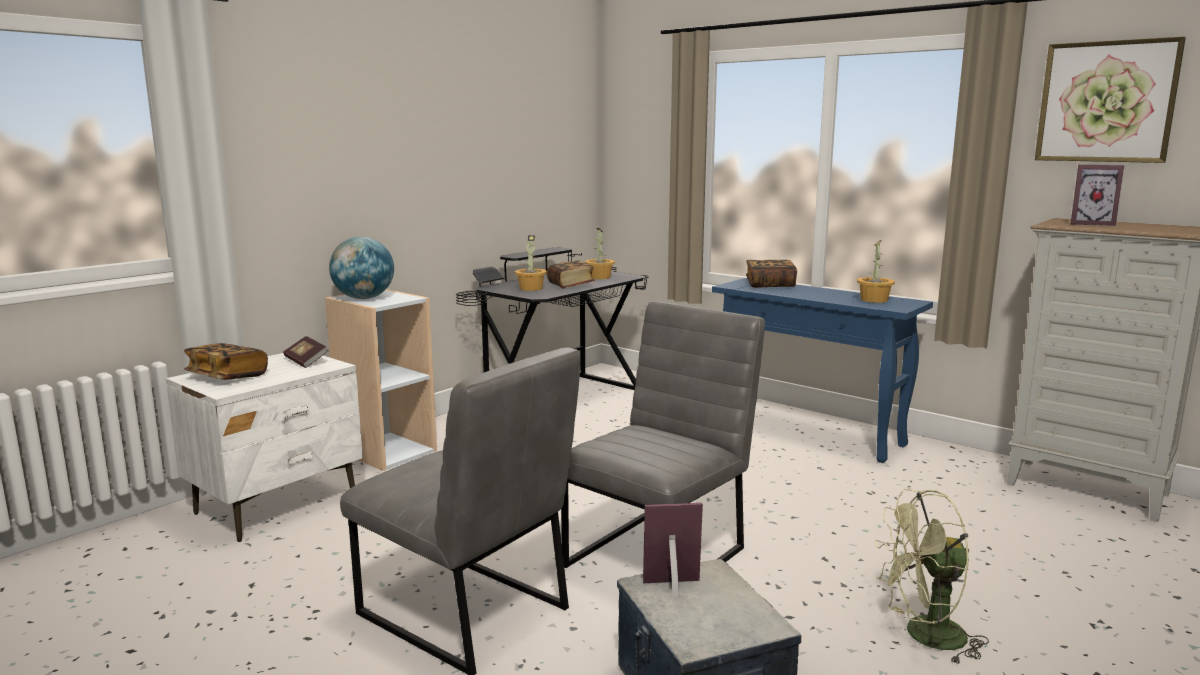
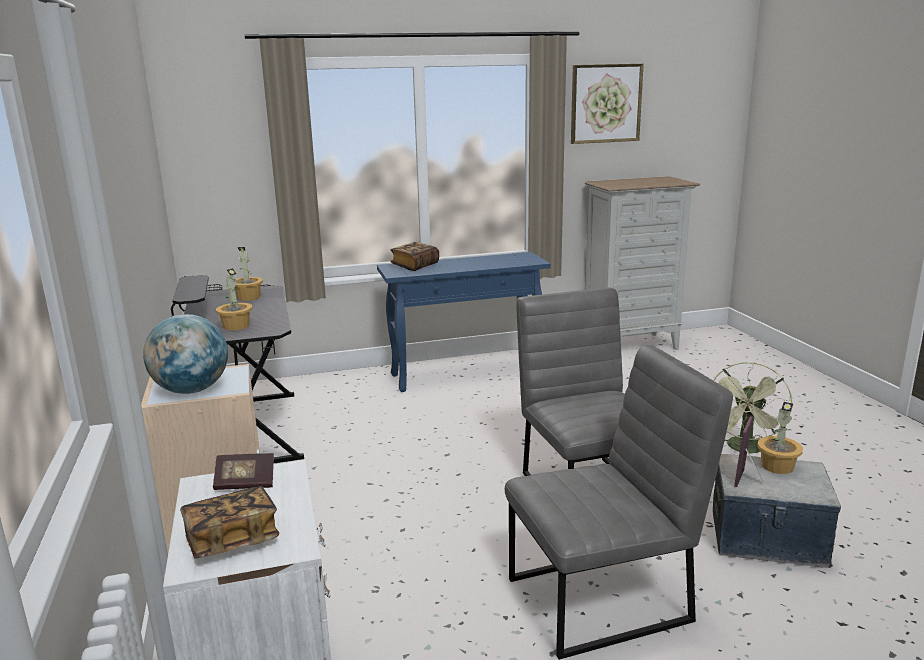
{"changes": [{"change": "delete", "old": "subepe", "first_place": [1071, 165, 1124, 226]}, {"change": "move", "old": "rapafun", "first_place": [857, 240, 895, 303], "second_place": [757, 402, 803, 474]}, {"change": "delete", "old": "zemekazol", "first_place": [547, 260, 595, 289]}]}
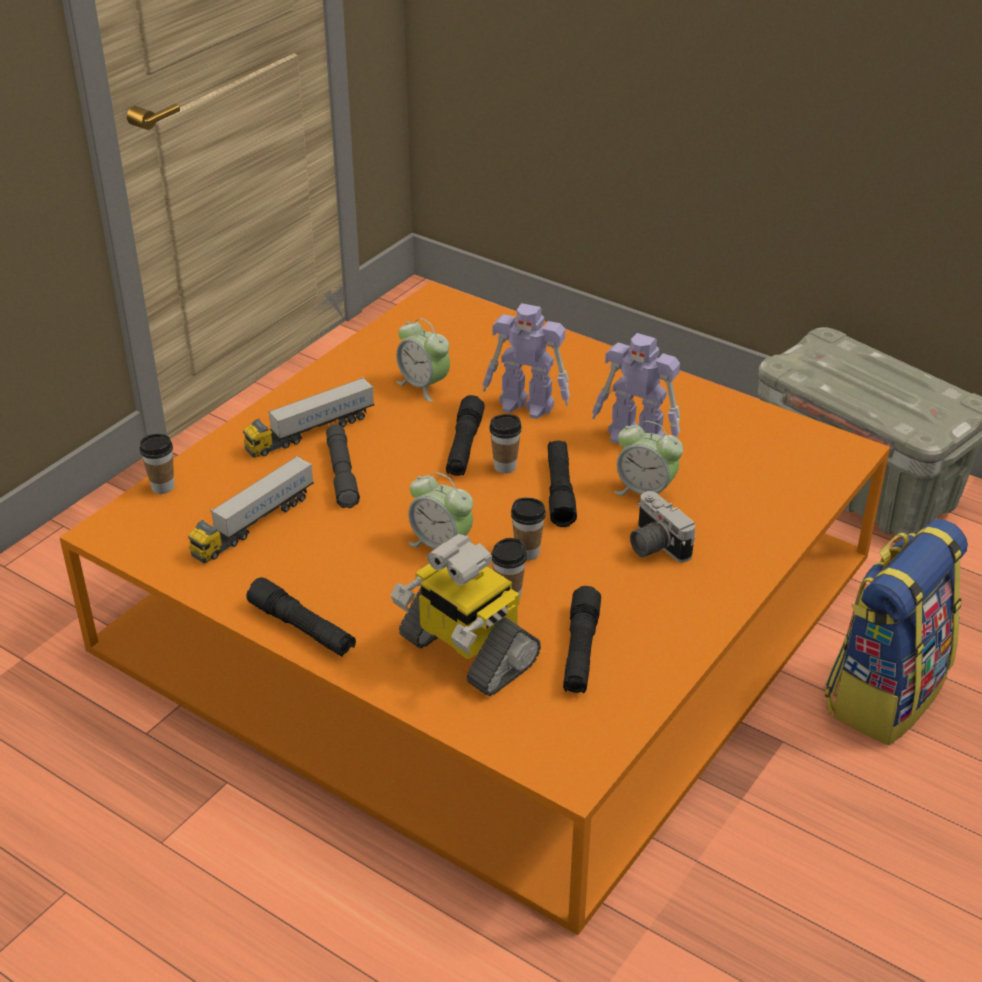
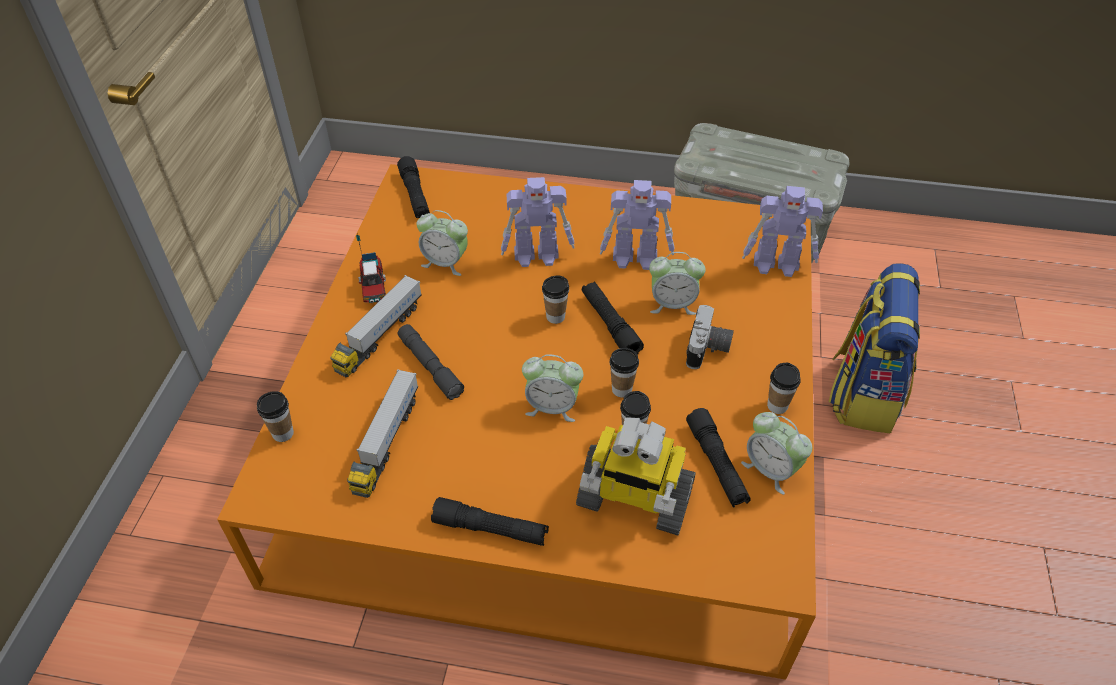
{"changes": [{"change": "move", "old": "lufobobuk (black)", "first_place": [446, 395, 485, 476], "second_place": [397, 156, 430, 219]}, {"change": "rotate", "old": "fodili", "first_place": [630, 491, 696, 563], "second_place": [686, 305, 734, 369], "degrees": -105}, {"change": "insert", "new": "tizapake", "second_place": [742, 186, 823, 277]}, {"change": "insert", "new": "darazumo", "second_place": [356, 233, 386, 303]}, {"change": "insert", "new": "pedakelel", "second_place": [767, 363, 801, 414]}, {"change": "insert", "new": "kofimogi", "second_place": [741, 412, 812, 495]}]}
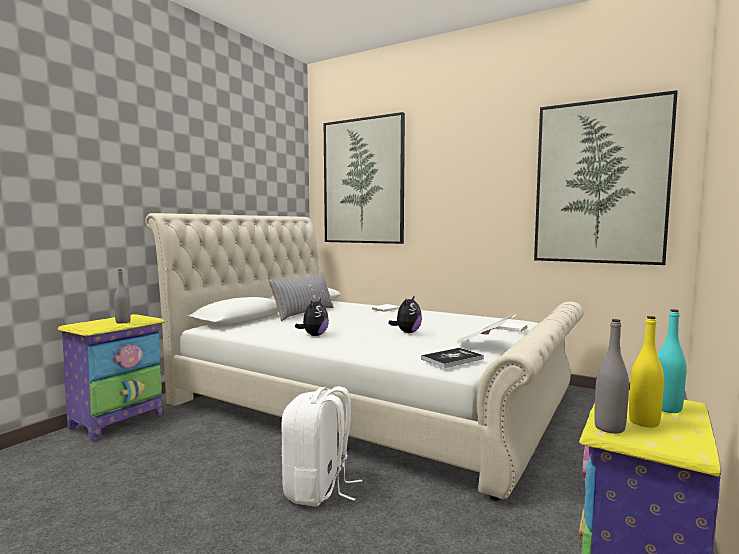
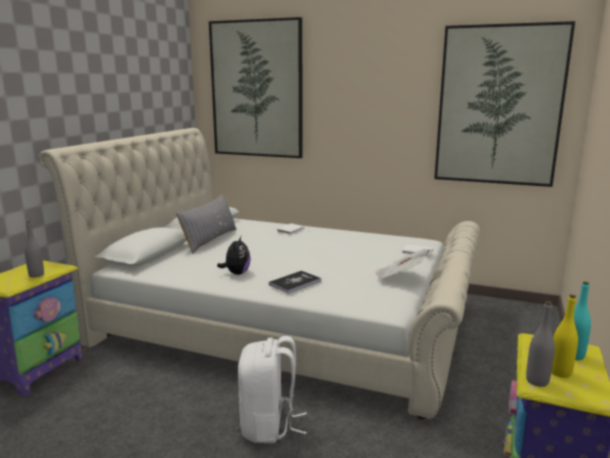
{"changes": [{"change": "delete", "old": "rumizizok", "first_place": [389, 295, 422, 333]}, {"change": "move", "old": "zemekazol", "first_place": [421, 348, 484, 368], "second_place": [269, 271, 321, 294]}]}
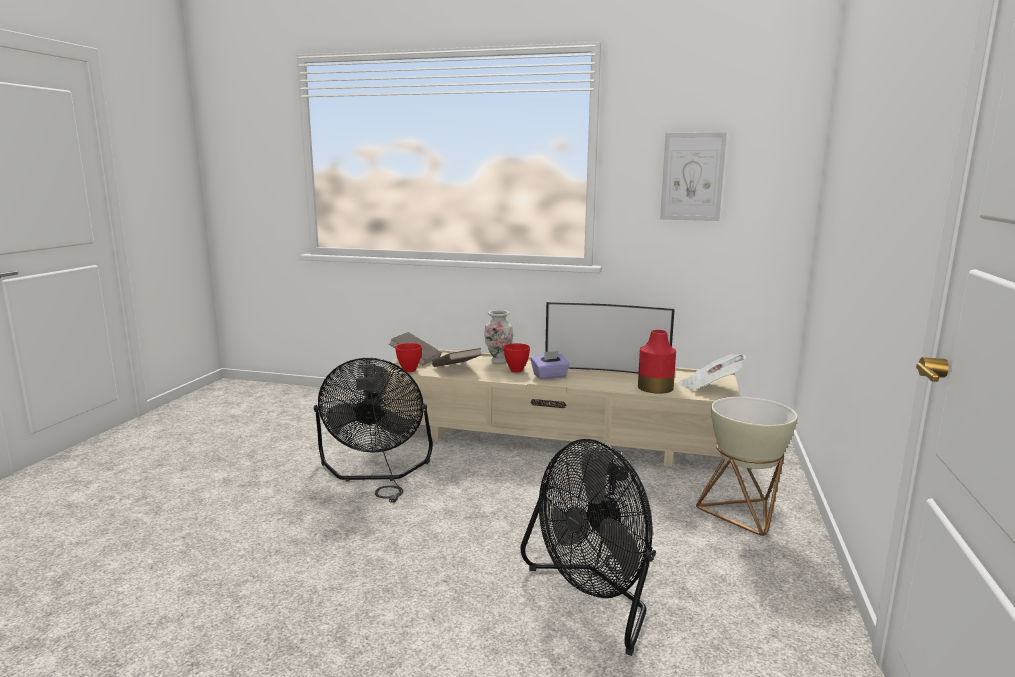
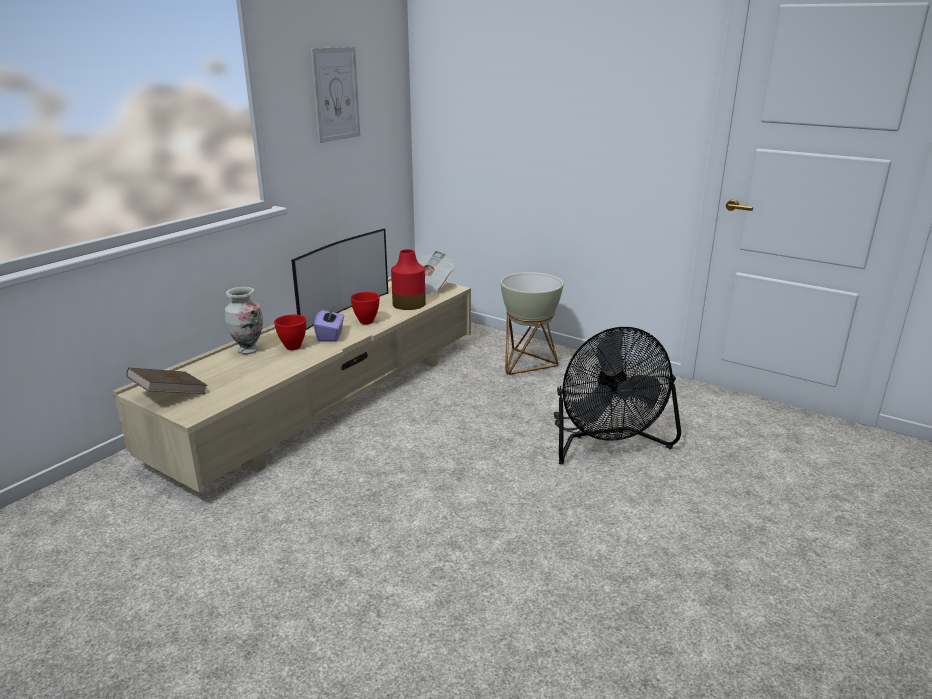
{"changes": [{"change": "move", "old": "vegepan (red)", "first_place": [395, 343, 422, 372], "second_place": [350, 292, 380, 325]}, {"change": "delete", "old": "zemekazol (brown)", "first_place": [432, 348, 482, 367]}, {"change": "delete", "old": "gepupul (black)", "first_place": [314, 358, 433, 503]}]}
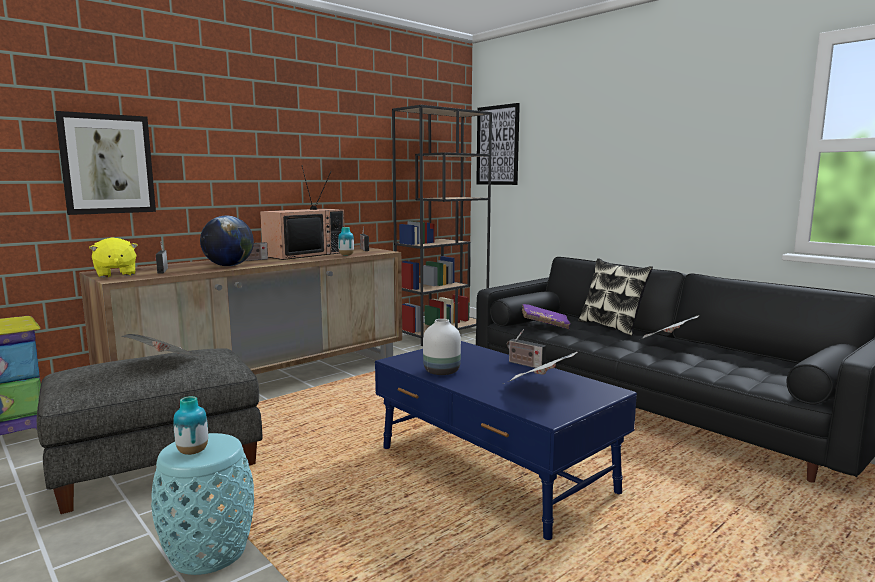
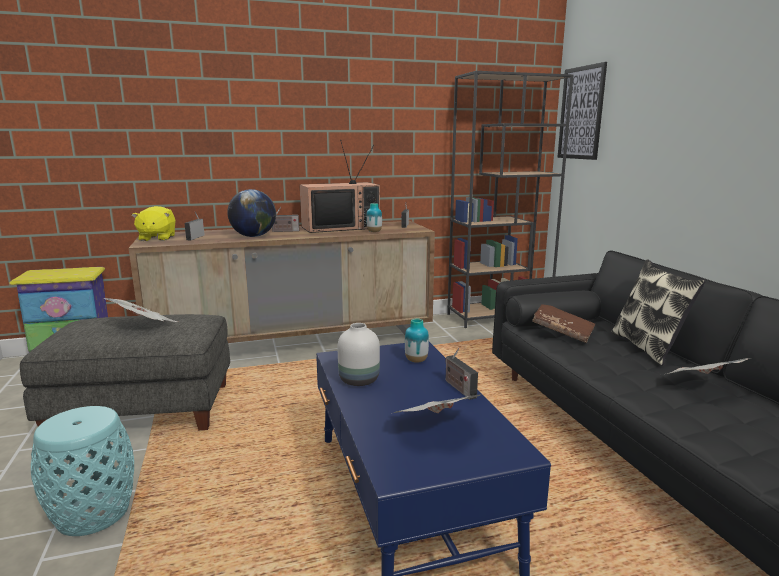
{"changes": [{"change": "delete", "old": "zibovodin", "first_place": [55, 111, 156, 215]}, {"change": "recolor", "old": "zemekazol (purple)", "new": "zemekazol (brown)", "first_place": [522, 304, 571, 329], "second_place": [532, 304, 595, 343]}, {"change": "move", "old": "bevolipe", "first_place": [174, 396, 208, 455], "second_place": [405, 318, 429, 363]}]}
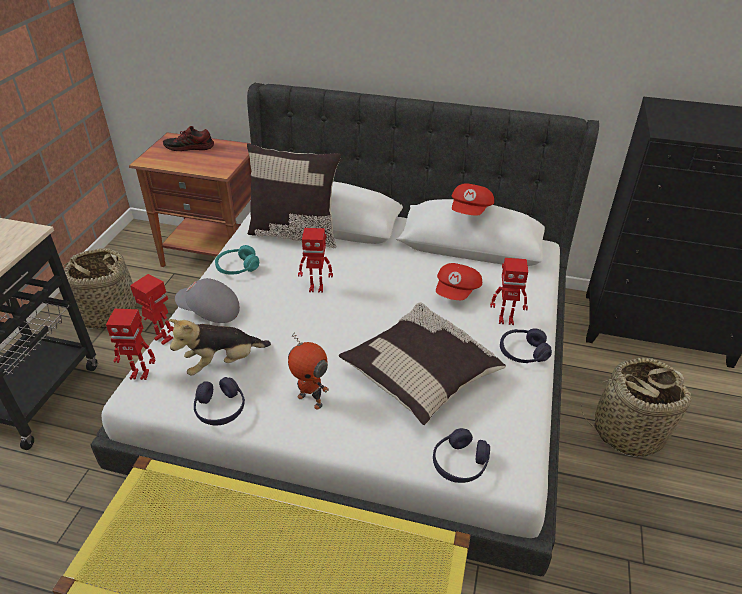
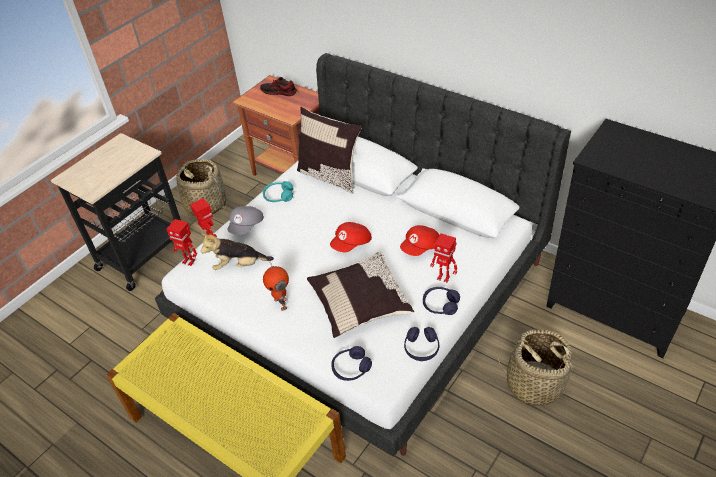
{"changes": [{"change": "move", "old": "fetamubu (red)", "first_place": [452, 183, 494, 216], "second_place": [330, 222, 372, 252]}, {"change": "delete", "old": "tizapake", "first_place": [298, 228, 333, 293]}, {"change": "rotate", "old": "fetamubu (grey)", "first_place": [175, 278, 240, 323], "second_place": [227, 206, 264, 235], "degrees": -105}, {"change": "move", "old": "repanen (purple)", "first_place": [194, 377, 245, 425], "second_place": [404, 327, 440, 361]}]}
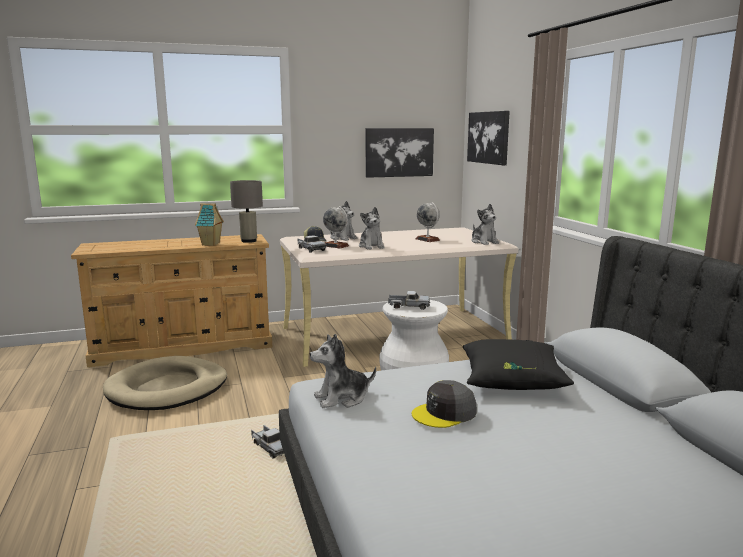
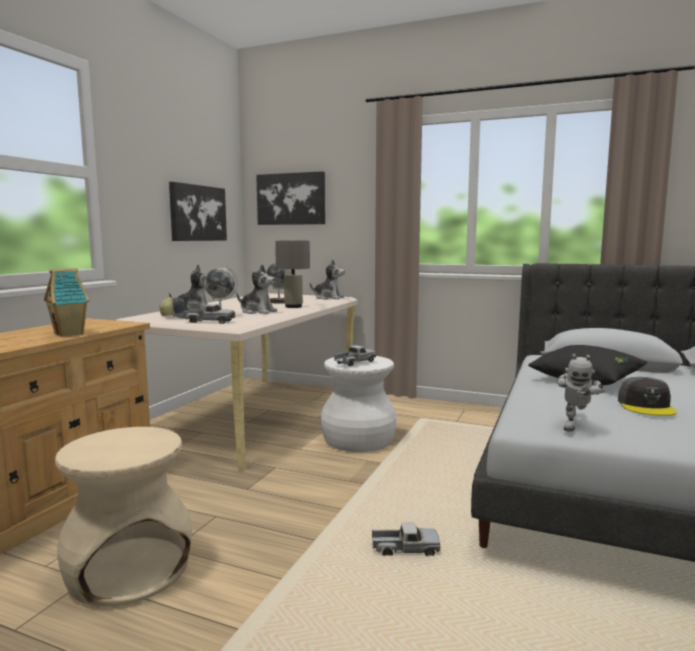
{"changes": [{"change": "move", "old": "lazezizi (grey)", "first_place": [230, 180, 263, 243], "second_place": [275, 241, 310, 308]}, {"change": "replace", "old": "rumizizok", "new": "tizapake", "first_place": [310, 334, 376, 408], "second_place": [556, 354, 605, 432]}, {"change": "replace", "old": "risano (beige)", "new": "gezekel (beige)", "first_place": [103, 356, 227, 410], "second_place": [55, 427, 192, 607]}]}
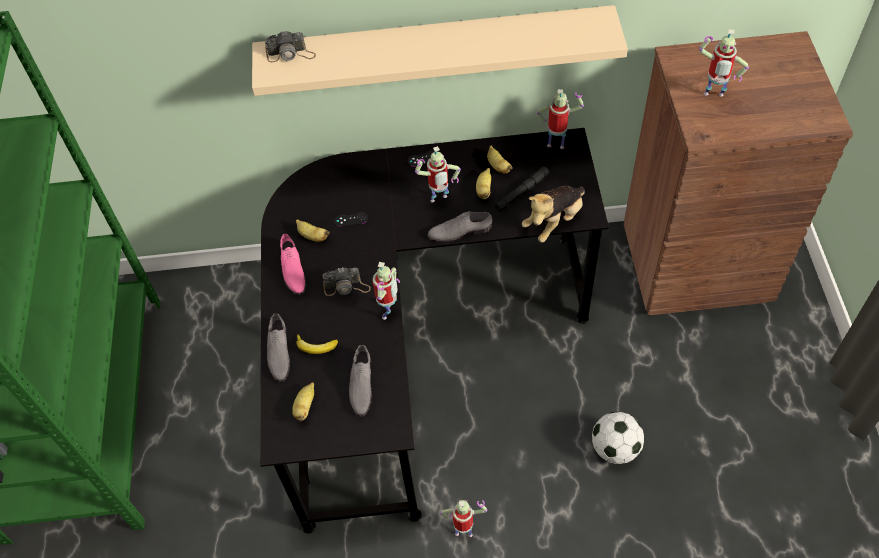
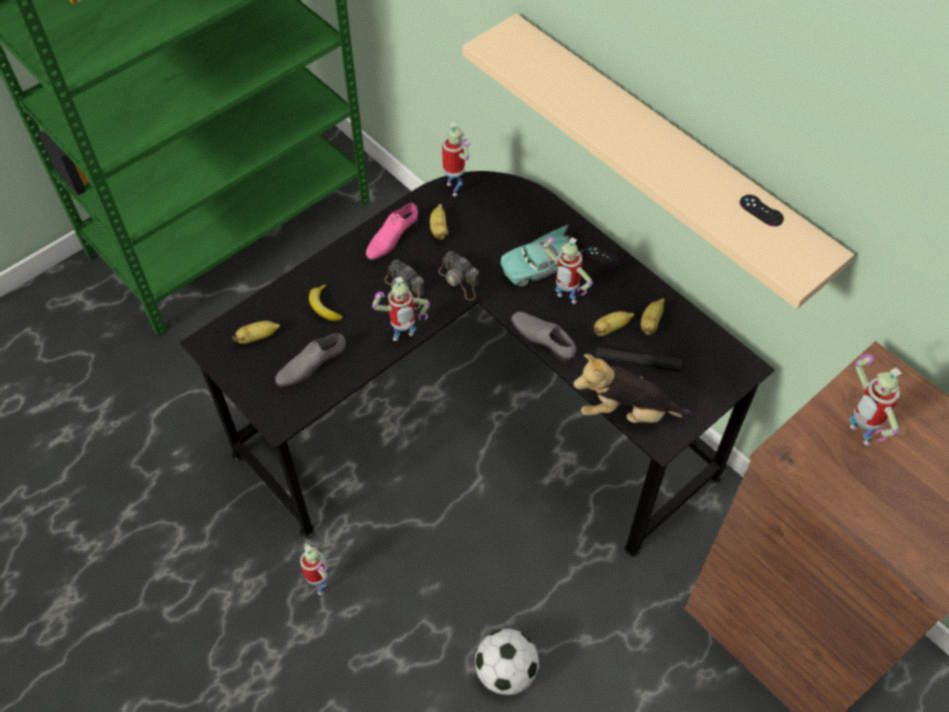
{"changes": [{"change": "move", "old": "fodili", "first_place": [265, 31, 316, 62], "second_place": [438, 251, 479, 301]}, {"change": "move", "old": "tizapake", "first_place": [536, 89, 584, 149], "second_place": [442, 122, 471, 196]}, {"change": "move", "old": "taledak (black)", "first_place": [334, 212, 368, 227], "second_place": [740, 195, 784, 226]}, {"change": "delete", "old": "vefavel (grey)", "first_place": [267, 313, 290, 382]}, {"change": "insert", "new": "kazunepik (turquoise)", "second_place": [500, 224, 585, 287]}]}
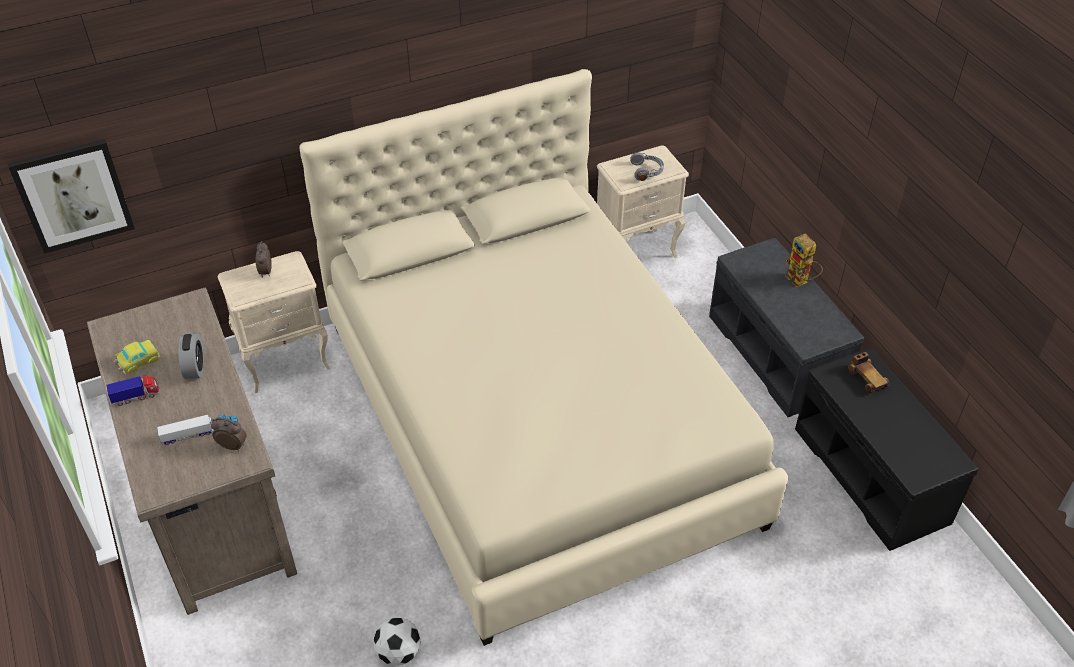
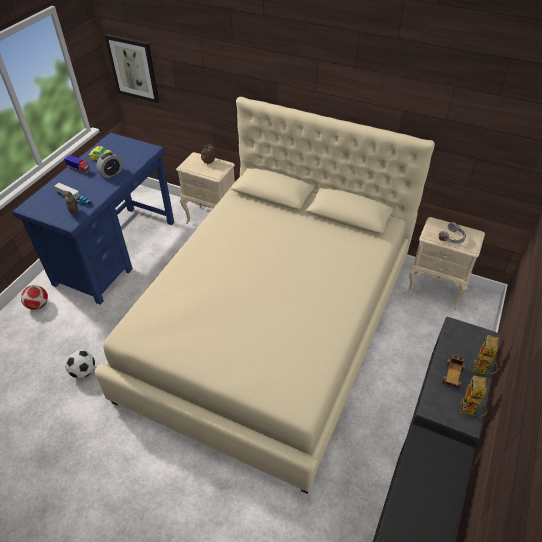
{"changes": [{"change": "recolor", "old": "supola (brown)", "new": "supola (blue)", "first_place": [87, 288, 297, 615], "second_place": [12, 133, 174, 305]}, {"change": "move", "old": "kazunepik", "first_place": [848, 352, 890, 394], "second_place": [442, 355, 465, 389]}, {"change": "insert", "new": "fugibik", "second_place": [21, 285, 48, 310]}, {"change": "insert", "new": "tizapake", "second_place": [461, 375, 487, 417]}]}
